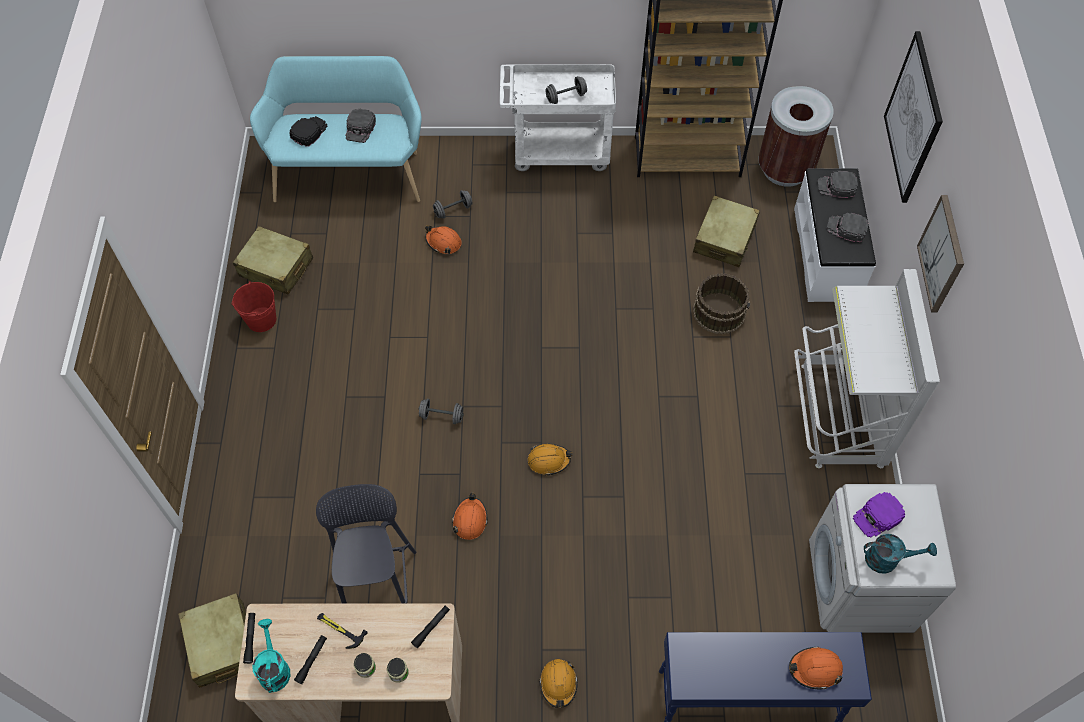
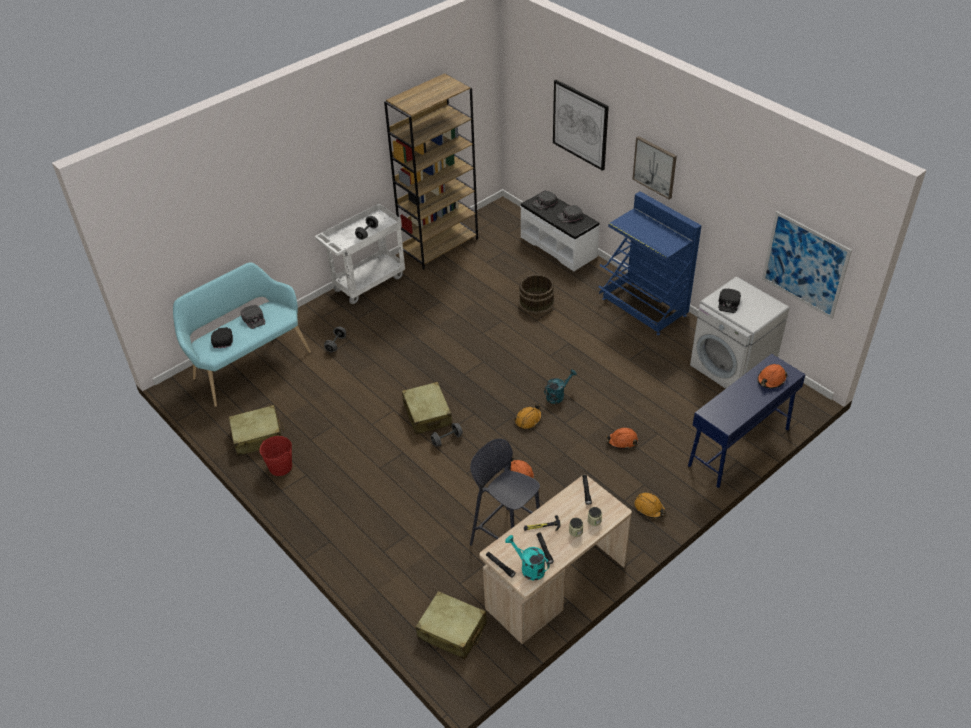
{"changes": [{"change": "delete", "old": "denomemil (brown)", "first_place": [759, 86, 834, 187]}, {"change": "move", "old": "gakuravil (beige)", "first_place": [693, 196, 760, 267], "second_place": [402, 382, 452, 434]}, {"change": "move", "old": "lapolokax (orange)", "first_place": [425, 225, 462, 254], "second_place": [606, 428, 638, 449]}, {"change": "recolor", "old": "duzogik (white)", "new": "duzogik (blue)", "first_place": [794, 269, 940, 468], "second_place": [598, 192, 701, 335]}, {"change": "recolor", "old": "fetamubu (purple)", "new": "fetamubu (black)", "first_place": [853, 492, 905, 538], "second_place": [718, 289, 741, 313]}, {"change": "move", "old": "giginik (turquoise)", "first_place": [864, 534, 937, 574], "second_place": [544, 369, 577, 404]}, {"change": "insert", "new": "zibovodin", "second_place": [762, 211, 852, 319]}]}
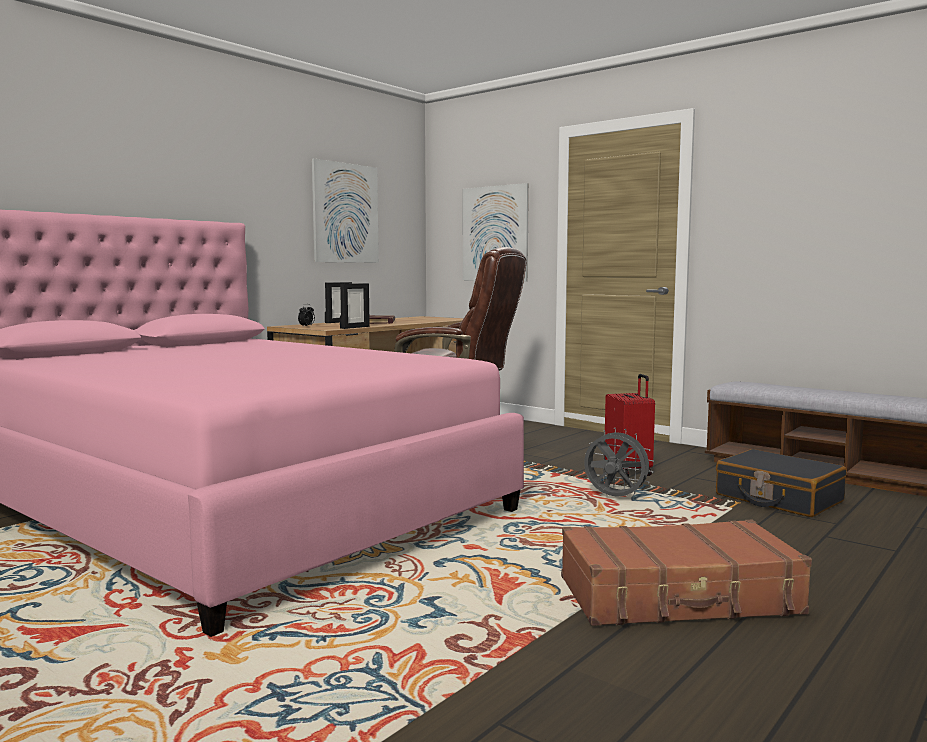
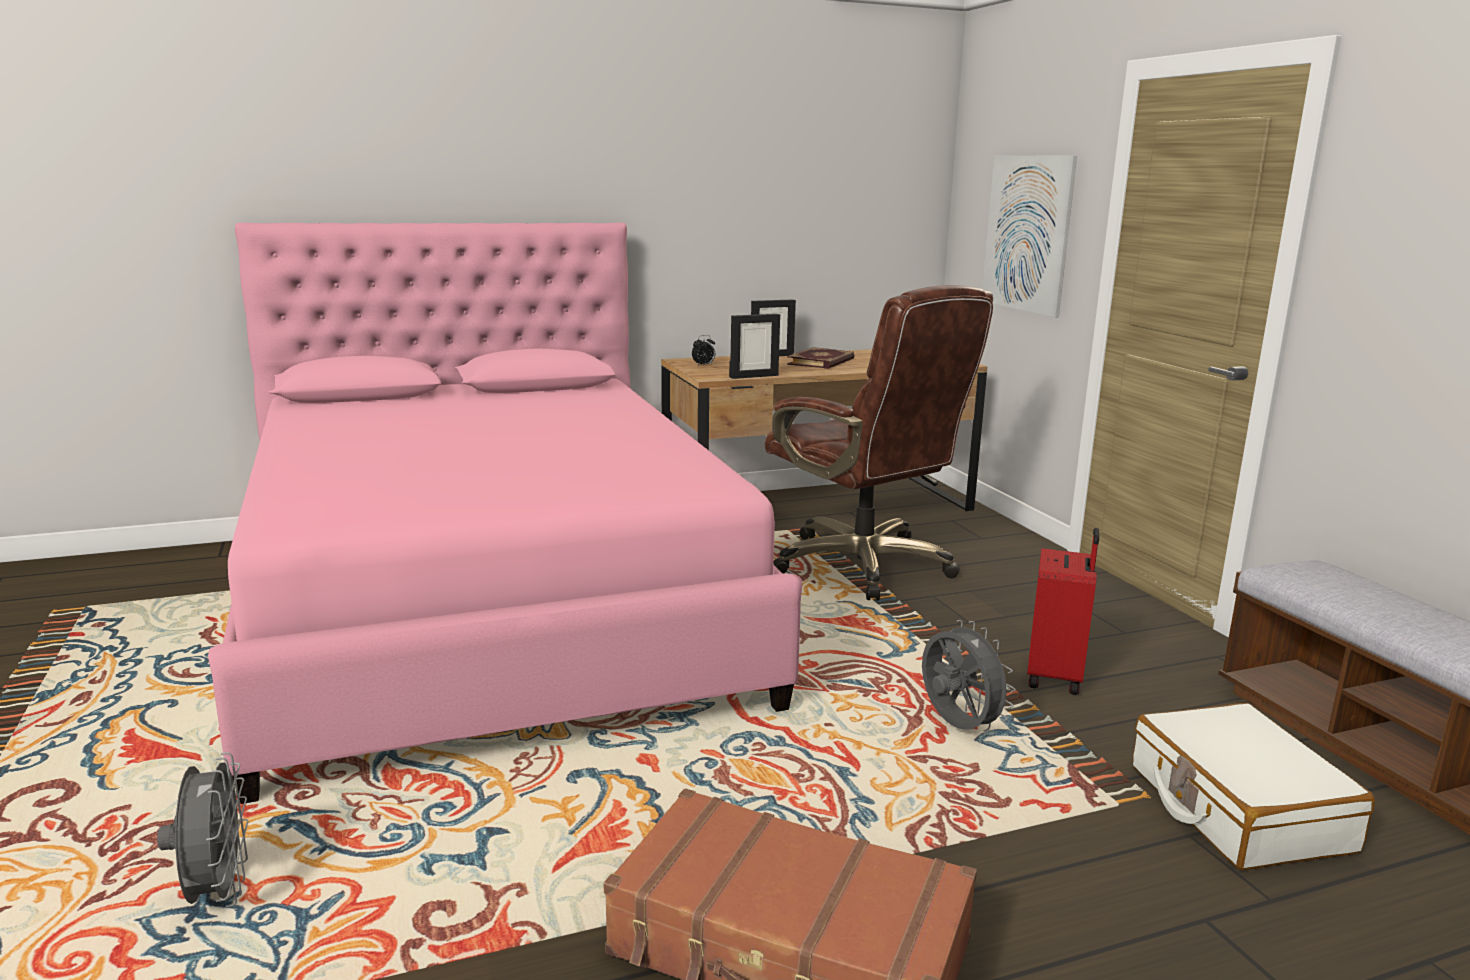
{"changes": [{"change": "delete", "old": "zibovodin", "first_place": [312, 158, 379, 263]}, {"change": "recolor", "old": "gakuravil (black)", "new": "gakuravil (white)", "first_place": [716, 449, 846, 517], "second_place": [1132, 703, 1375, 870]}, {"change": "insert", "new": "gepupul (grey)", "second_place": [157, 752, 249, 907]}]}
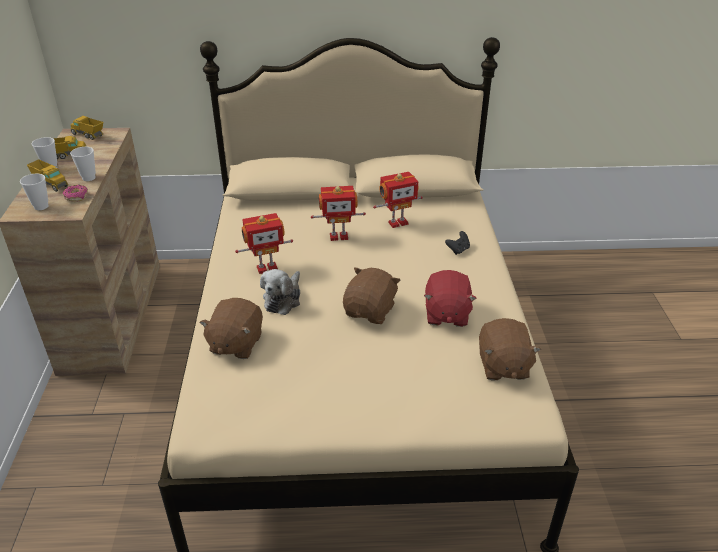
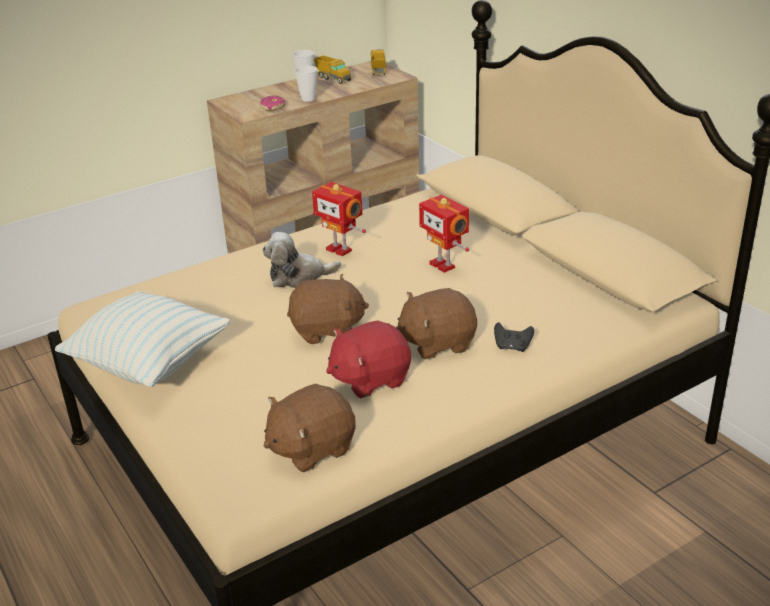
{"changes": [{"change": "delete", "old": "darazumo", "first_place": [27, 159, 68, 192]}, {"change": "delete", "old": "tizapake", "first_place": [373, 172, 423, 228]}, {"change": "delete", "old": "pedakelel", "first_place": [20, 174, 48, 210]}, {"change": "move", "old": "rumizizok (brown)", "first_place": [200, 298, 263, 359], "second_place": [396, 288, 477, 359]}, {"change": "insert", "new": "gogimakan", "second_place": [55, 291, 230, 387]}]}
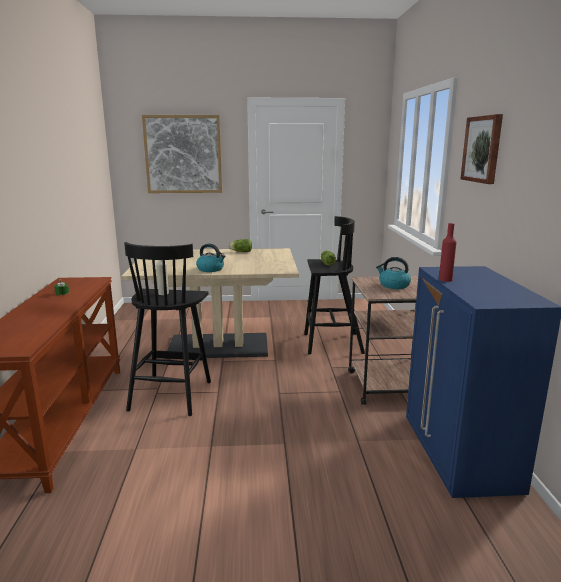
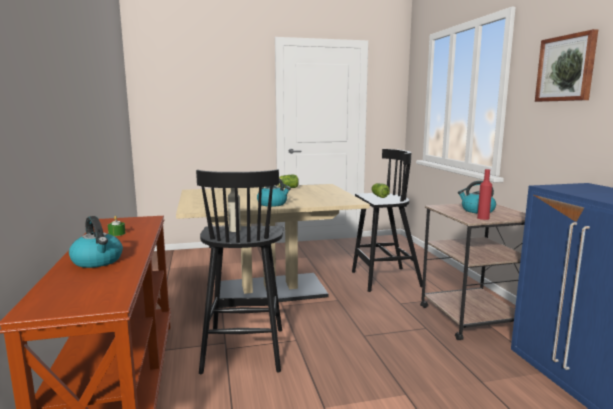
{"changes": [{"change": "delete", "old": "zibovodin", "first_place": [142, 115, 222, 193]}, {"change": "move", "old": "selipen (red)", "first_place": [439, 223, 457, 282], "second_place": [477, 169, 492, 220]}, {"change": "insert", "new": "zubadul", "second_place": [69, 216, 123, 268]}]}
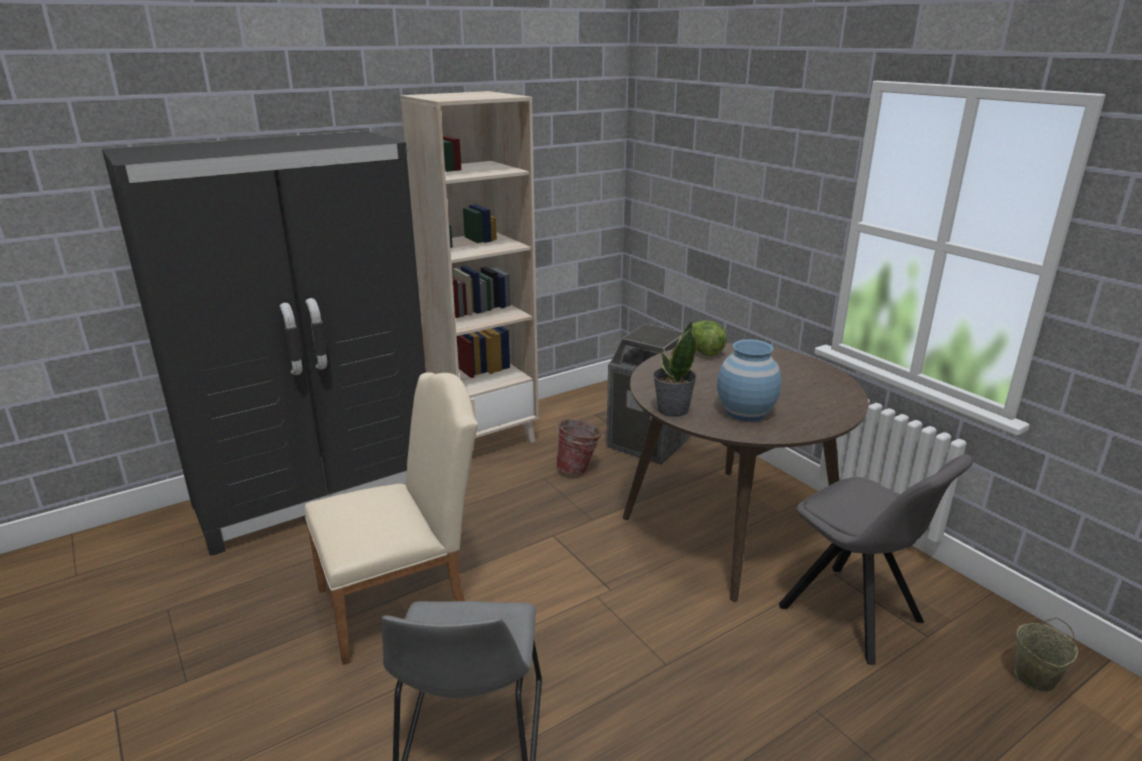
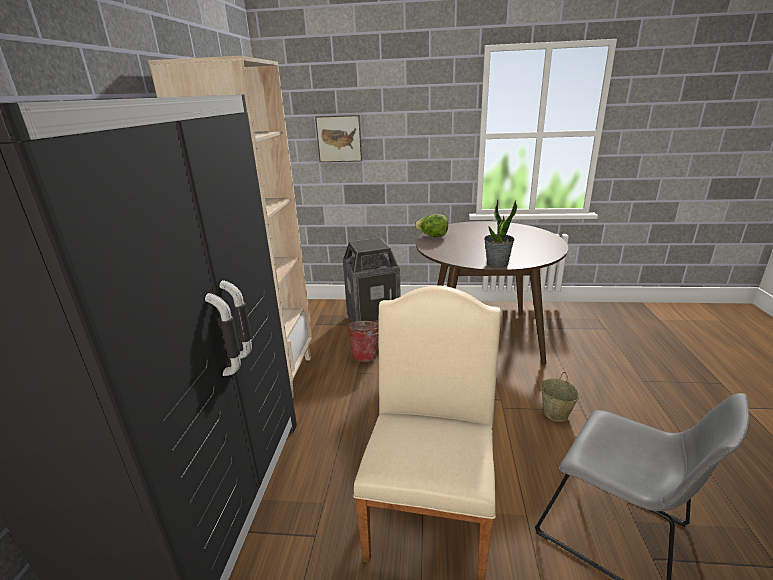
{"changes": [{"change": "delete", "old": "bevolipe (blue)", "first_place": [717, 339, 781, 421]}, {"change": "delete", "old": "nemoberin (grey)", "first_place": [779, 454, 973, 665]}, {"change": "move", "old": "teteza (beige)", "first_place": [1014, 617, 1078, 692], "second_place": [541, 372, 579, 422]}, {"change": "insert", "new": "zibovodin", "second_place": [315, 115, 363, 162]}]}
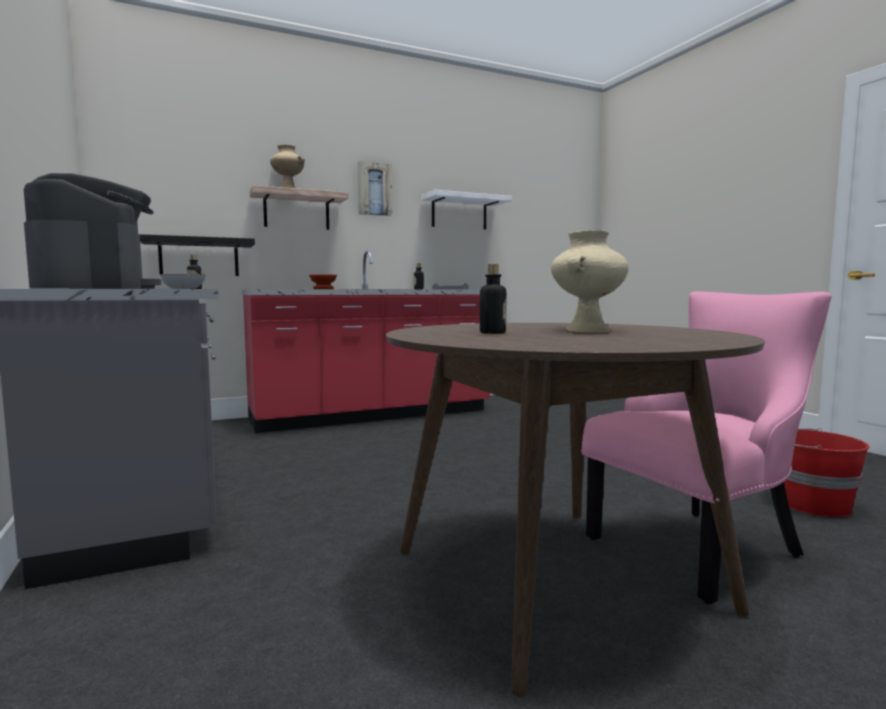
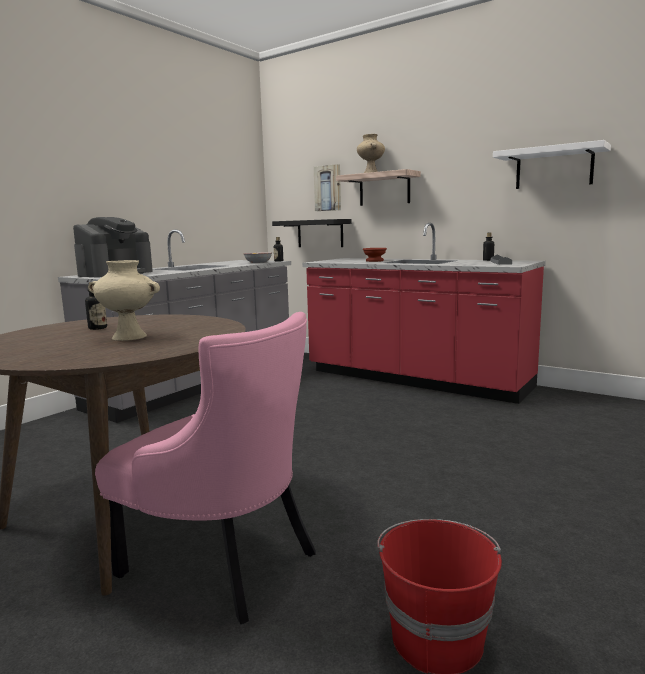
{"changes": [{"change": "move", "old": "zibovodin", "first_place": [358, 161, 392, 216], "second_place": [314, 164, 341, 211]}]}
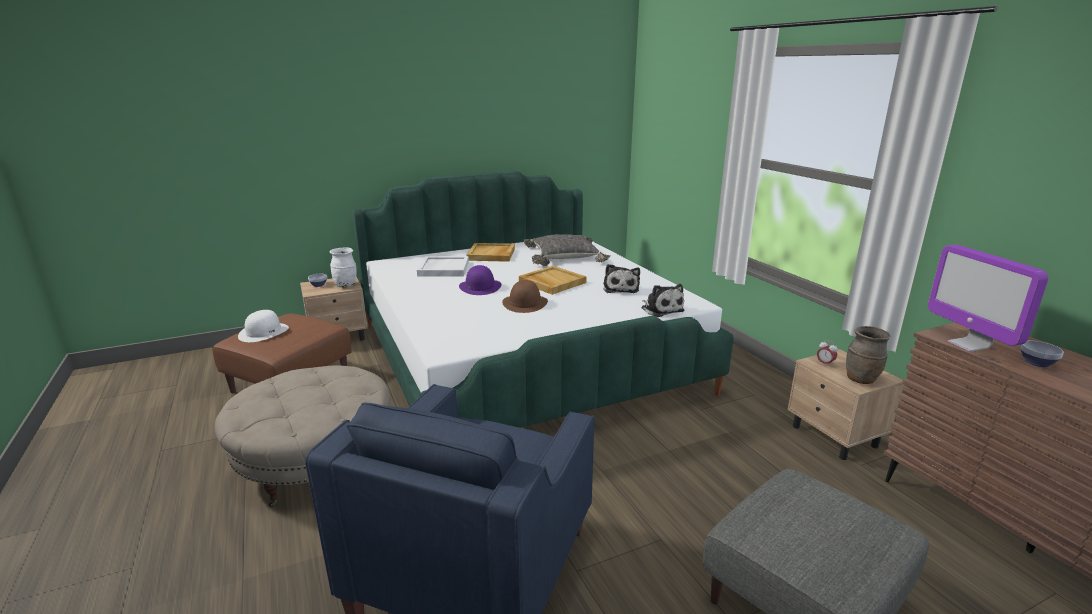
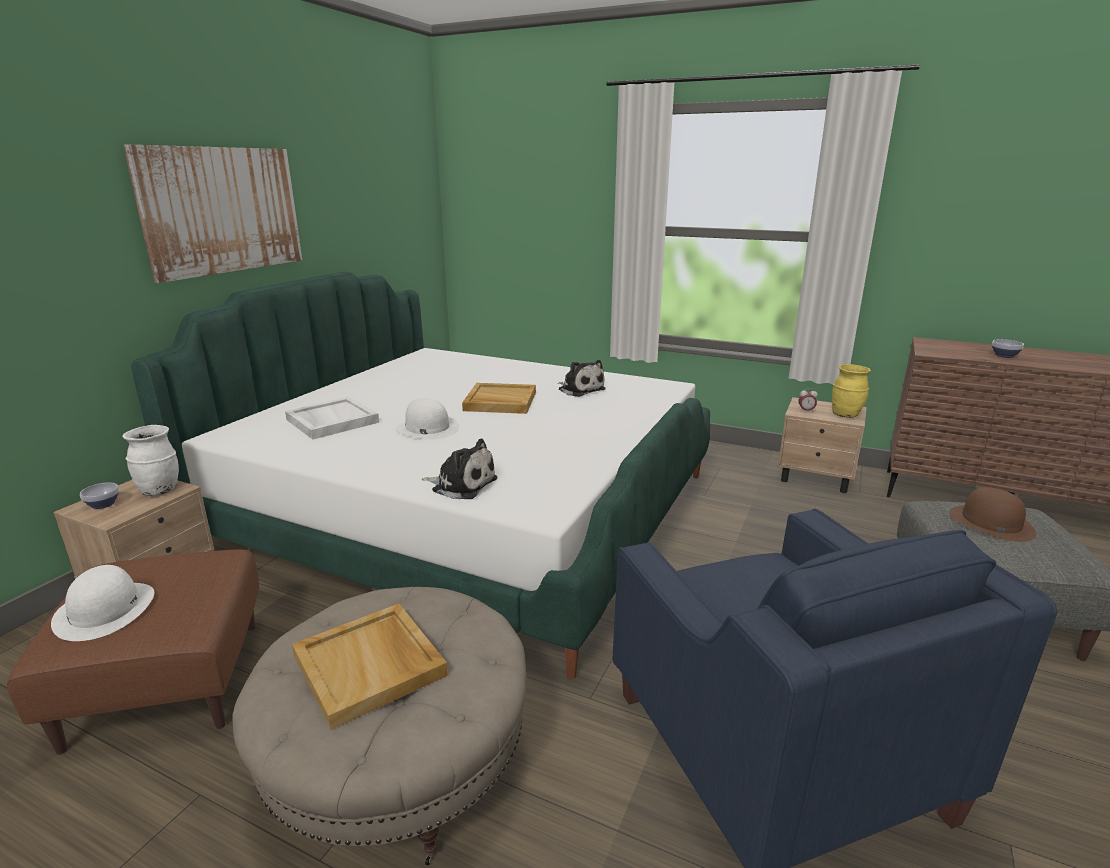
{"changes": [{"change": "delete", "old": "gogimakan", "first_place": [524, 234, 611, 266]}, {"change": "move", "old": "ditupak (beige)", "first_place": [467, 243, 515, 262], "second_place": [292, 603, 448, 730]}, {"change": "delete", "old": "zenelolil", "first_place": [928, 245, 1048, 352]}, {"change": "recolor", "old": "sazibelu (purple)", "new": "sazibelu (white)", "first_place": [459, 265, 501, 295], "second_place": [396, 398, 459, 440]}, {"change": "move", "old": "sazibelu (brown)", "first_place": [502, 280, 548, 313], "second_place": [949, 487, 1036, 542]}, {"change": "move", "old": "rumizizok", "first_place": [641, 284, 685, 317], "second_place": [422, 439, 497, 499]}, {"change": "recolor", "old": "bevolipe (brown)", "new": "bevolipe (yellow)", "first_place": [846, 326, 891, 384], "second_place": [832, 364, 871, 418]}, {"change": "insert", "new": "zibovodin", "second_place": [123, 144, 302, 283]}]}
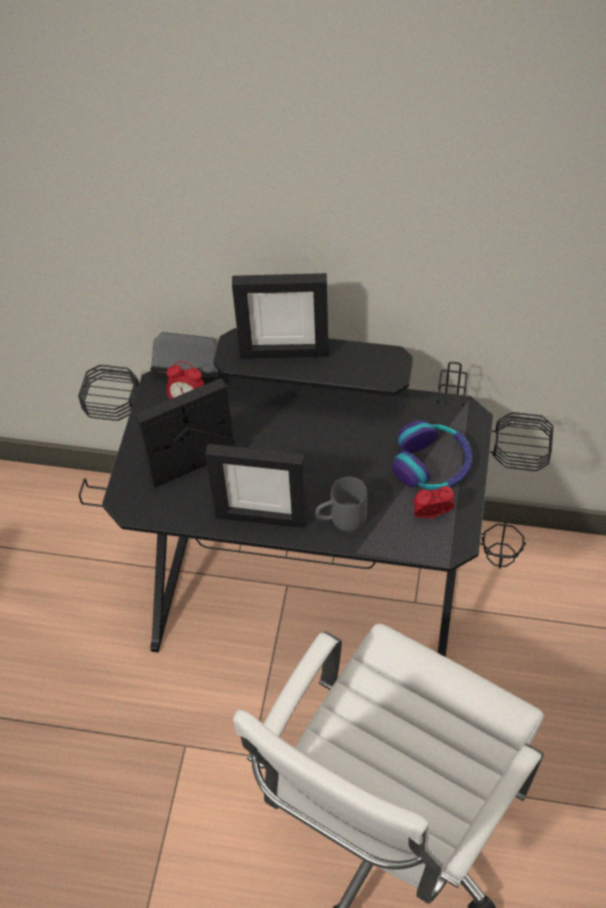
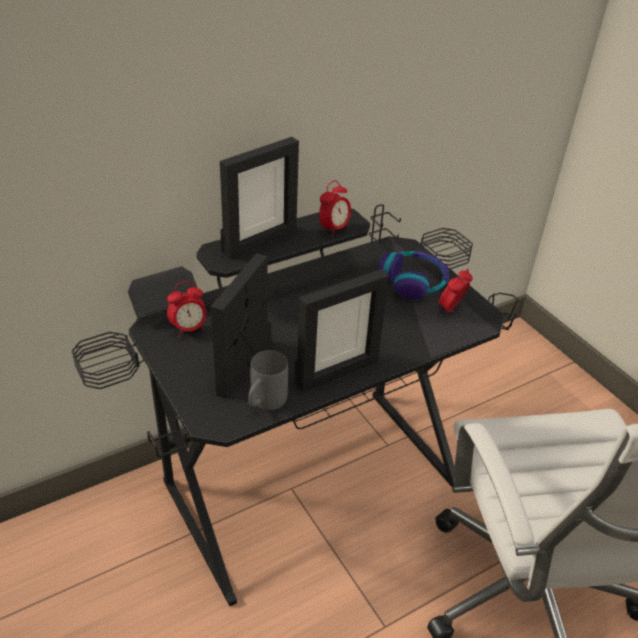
{"changes": [{"change": "move", "old": "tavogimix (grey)", "first_place": [315, 477, 367, 532], "second_place": [248, 350, 288, 410]}, {"change": "insert", "new": "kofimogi", "second_place": [319, 180, 351, 237]}]}
